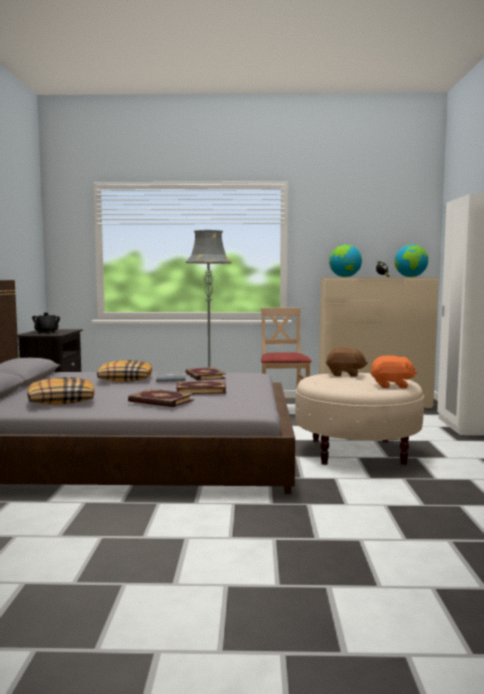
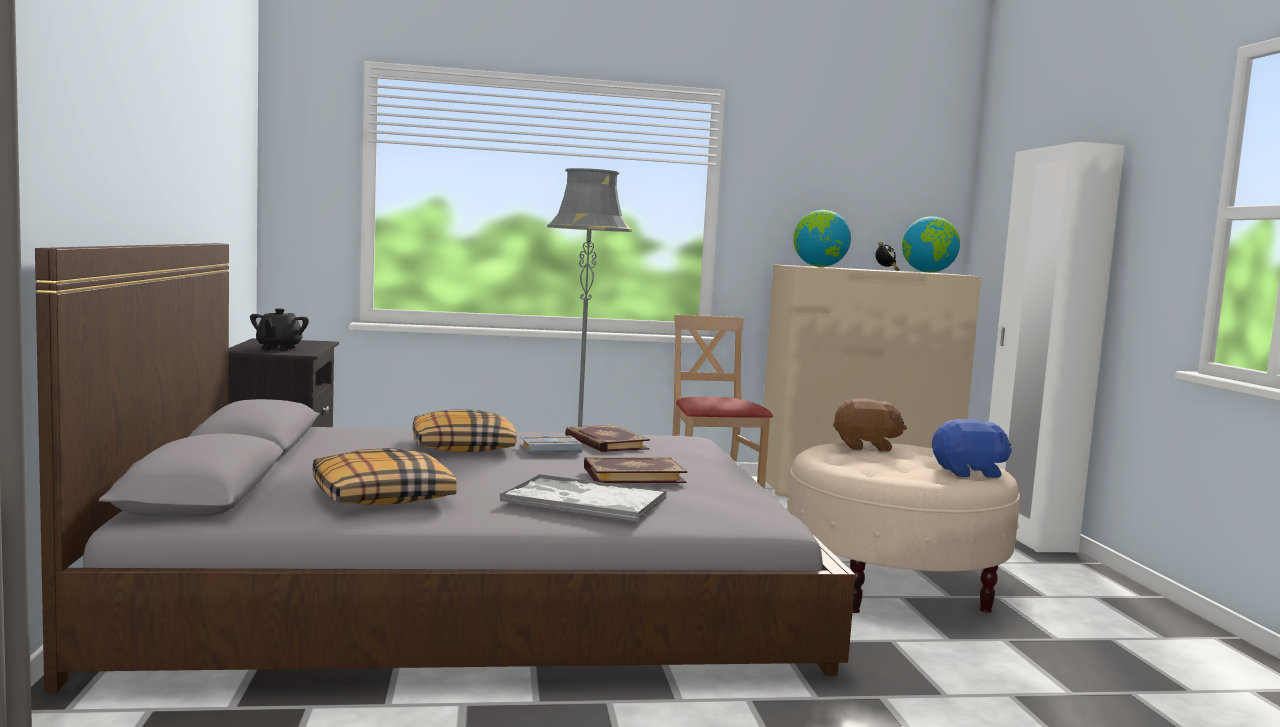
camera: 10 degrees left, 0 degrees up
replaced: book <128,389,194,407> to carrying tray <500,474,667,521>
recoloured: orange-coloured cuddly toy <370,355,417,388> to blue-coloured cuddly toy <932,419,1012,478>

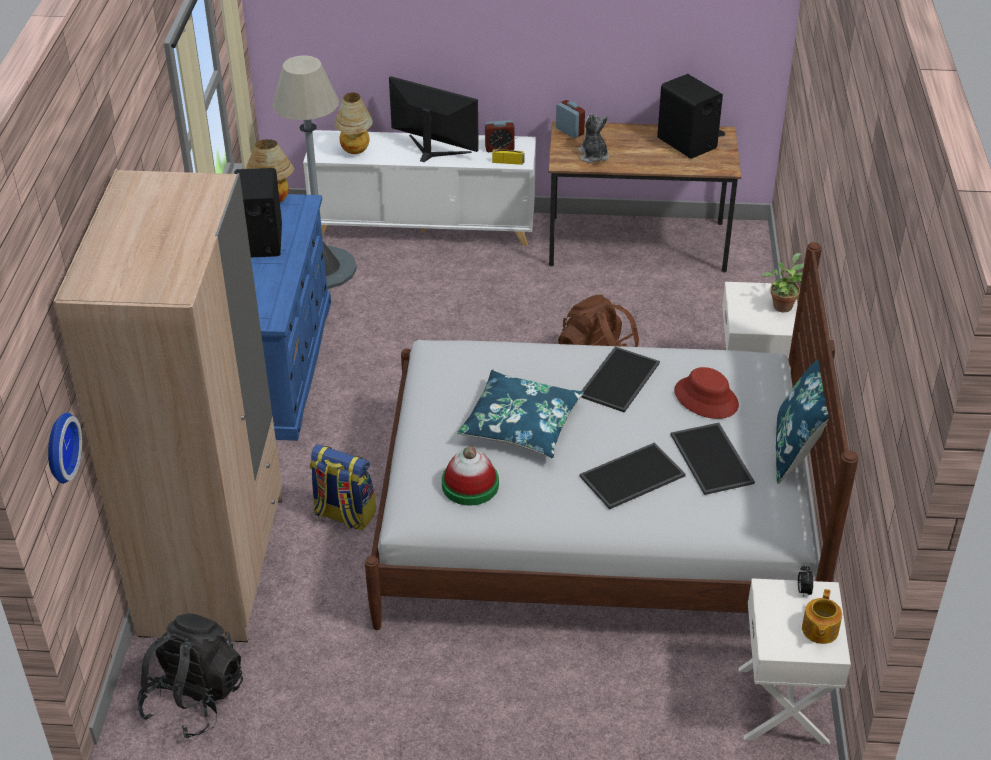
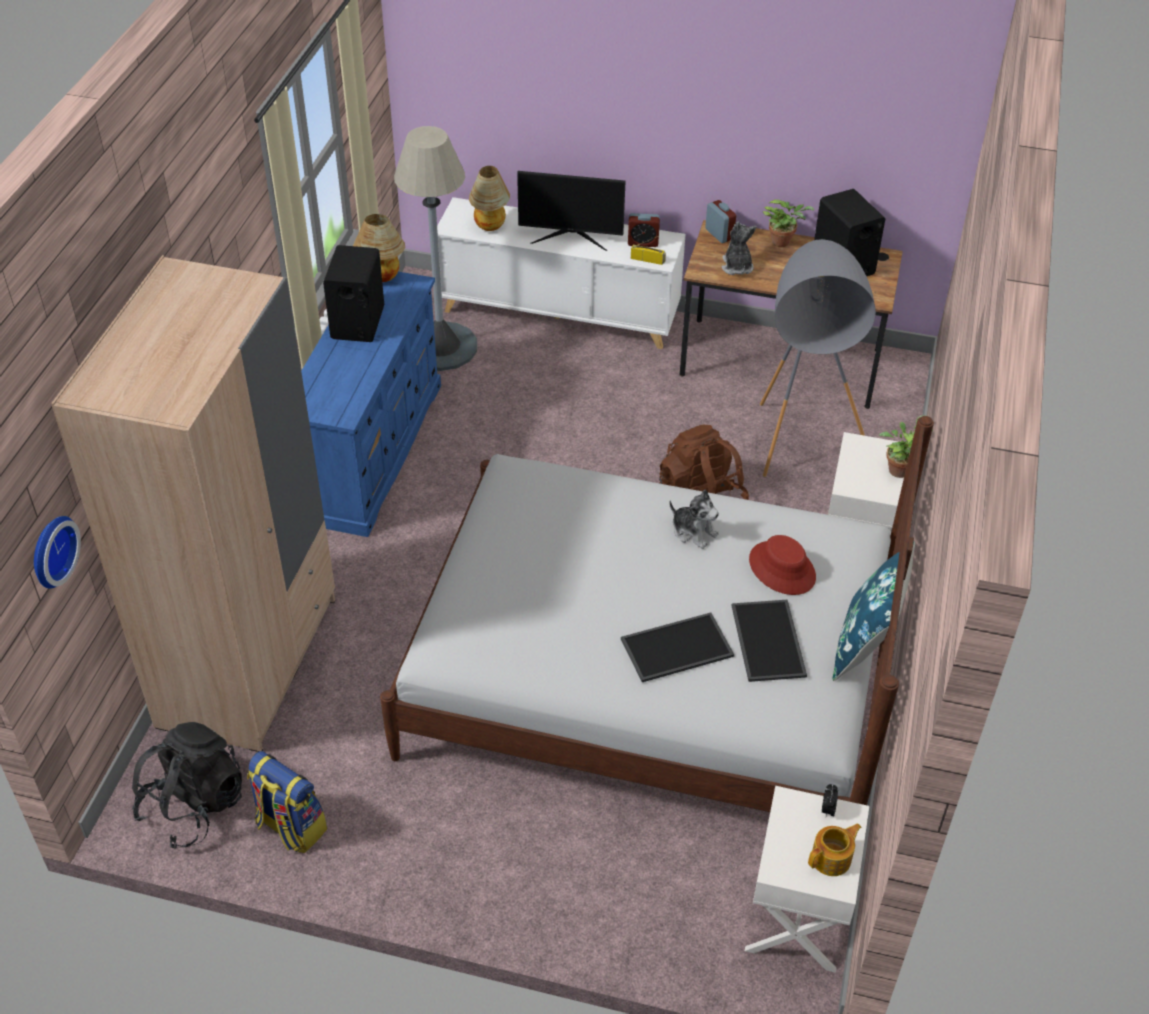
camera: 10 degrees right, 5 degrees up
removed: hat <442,446,499,506>; blue-coloured pillow <457,370,584,458>
added: gray standing lamp <760,239,876,477>; potted plant <763,199,815,247>
moved: knapsack <310,444,376,530> to <247,751,327,853>
replaced: carrying tray <581,347,660,413> to cuddly toy <669,490,719,549>
turned: monitor <389,76,479,162> = <517,171,626,251> 150 degrees clockwise; teapot <802,589,842,644> = <808,823,861,876> 150 degrees counterclockwise

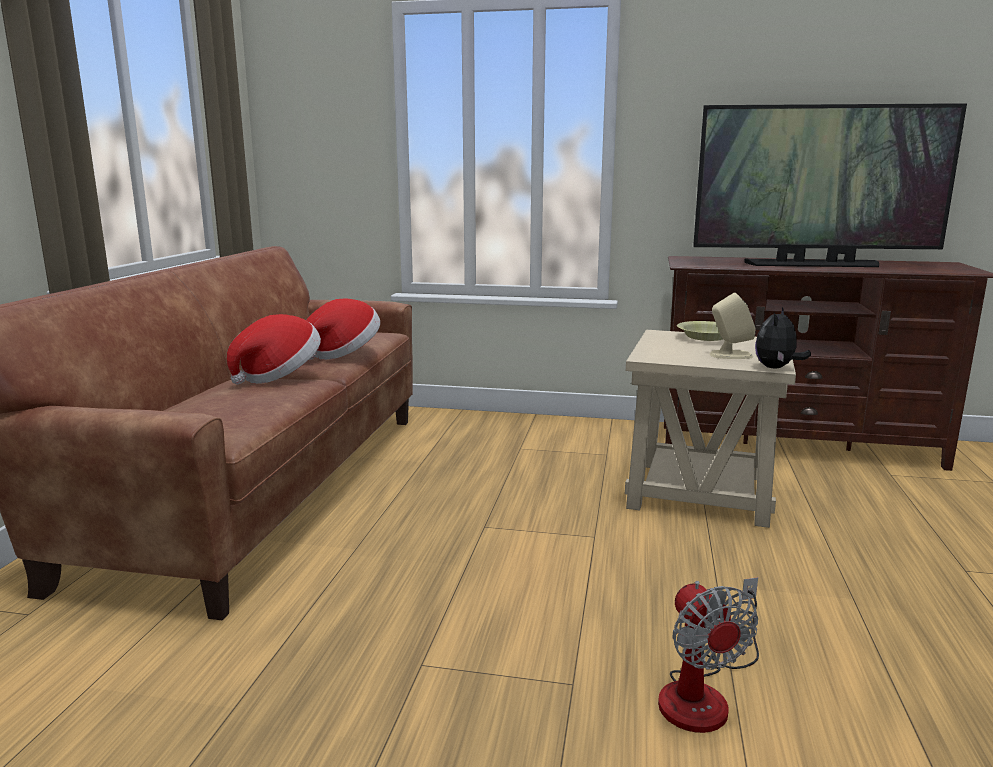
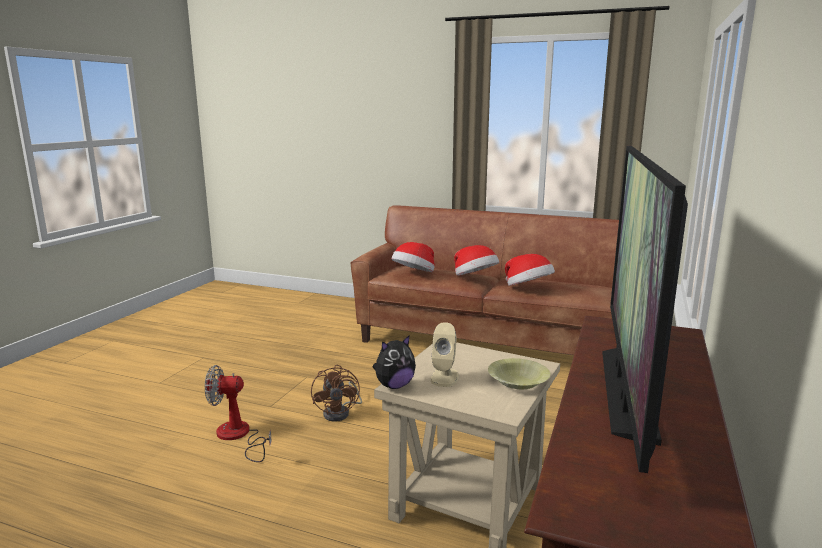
camera: 100 degrees right, 0 degrees up
added: brown-coloured electric fan <311,365,362,422>; hat <392,242,435,272>
turned: cuddly toy <755,307,811,368> = <372,335,416,389> 105 degrees clockwise

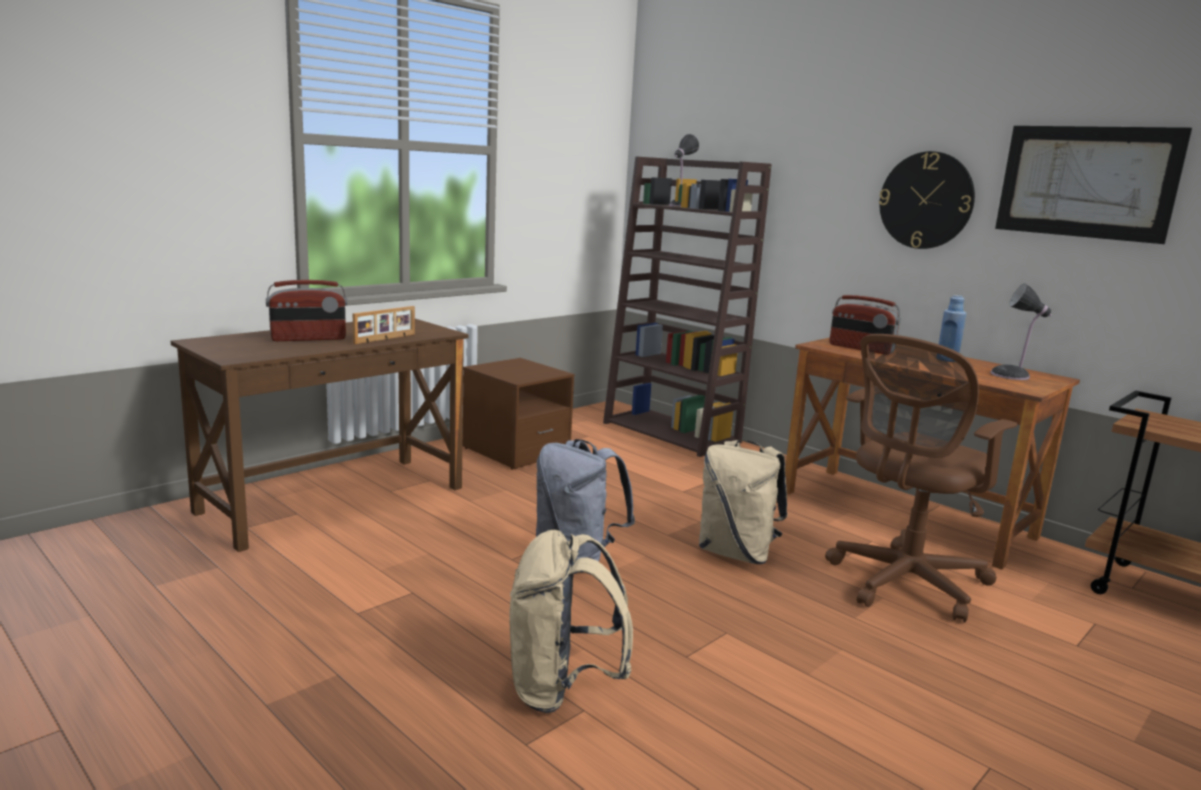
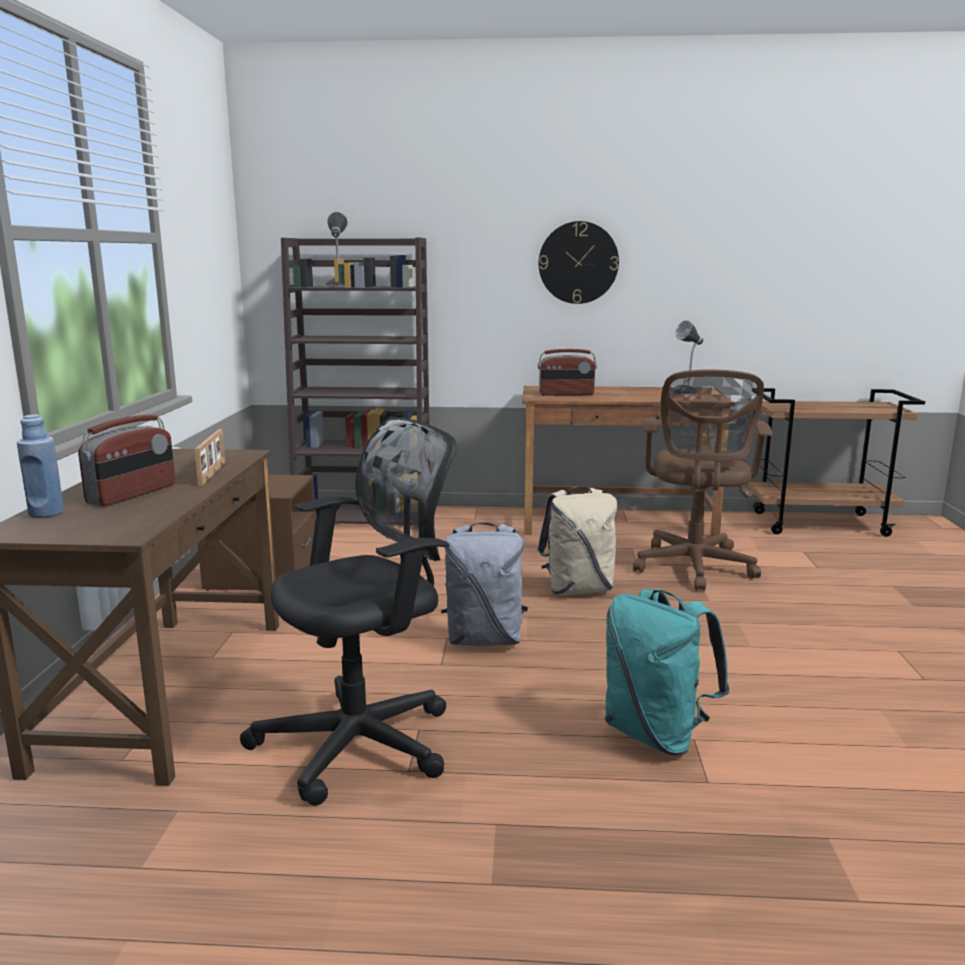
camera: 40 degrees left, 0 degrees up
removed: wall picture <995,126,1192,244>
added: black office chair <240,417,457,806>
moved: blue-coloured drink bottle <939,295,967,362> to <17,414,64,518>
recoloured: beige-coloured knapsack <509,530,633,713> to blue-green knapsack <605,589,730,755>

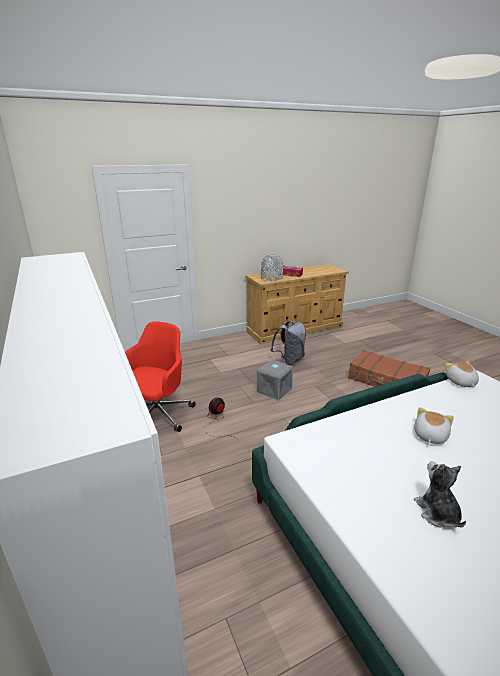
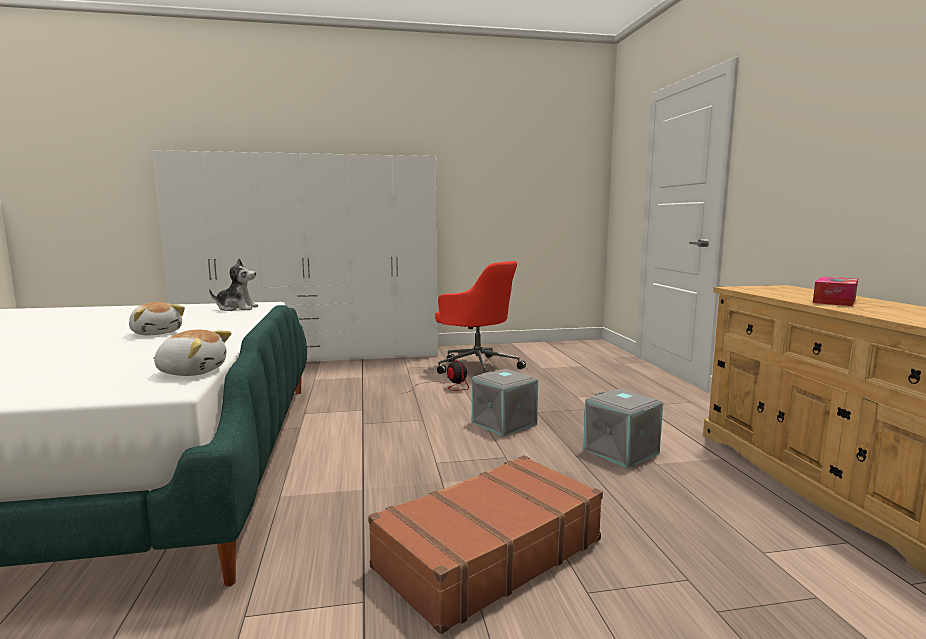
camera: 105 degrees right, 15 degrees down
removed: gray decorative vase <261,254,283,281>
moved: cuddly toy <414,461,466,528> to <209,258,258,311>
replaced: gray knapsack <270,321,306,365> to gray storage bin <583,388,663,468>

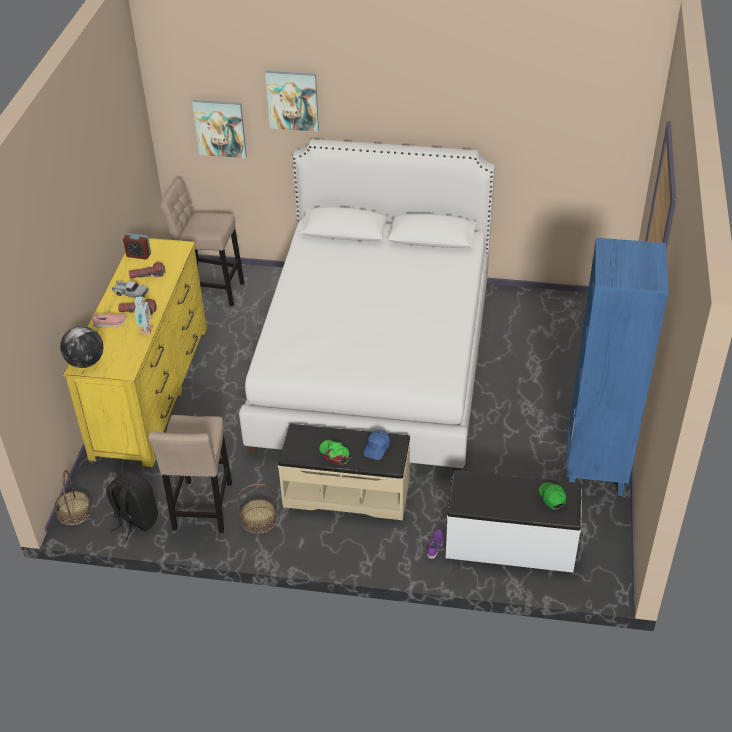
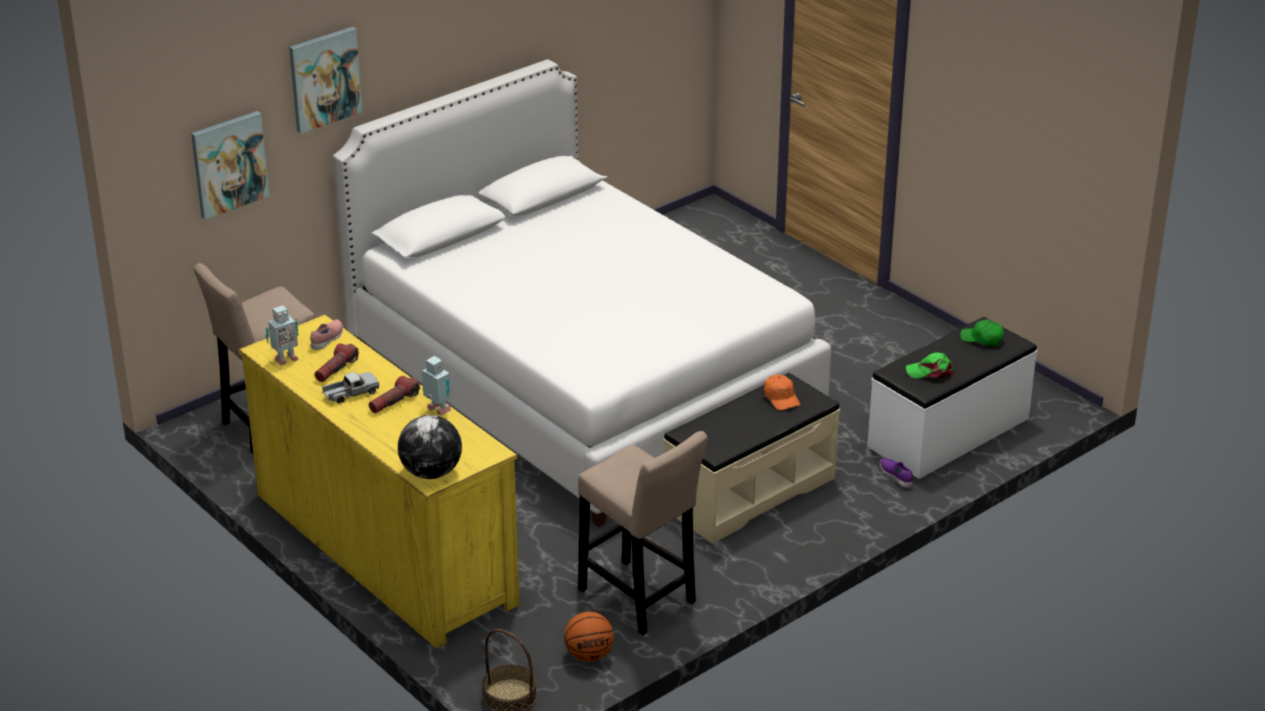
camera: 50 degrees left, 10 degrees down
removed: household basket <237,483,277,534>; blue-coloured bookshelf <566,238,669,496>
moved: pink-coloured low shoe <92,313,126,328> to <310,320,343,350>; greenish baseball cap <319,440,352,465> to <906,352,955,379>
replaced: table clock <123,233,151,260> to model robot <266,305,299,366>; black knapsack <106,471,158,540> to basketball ball <564,612,614,662>
recoloured: blue-coloured baseball cap <363,430,390,460> to orange-coloured baseball cap <764,375,800,410>

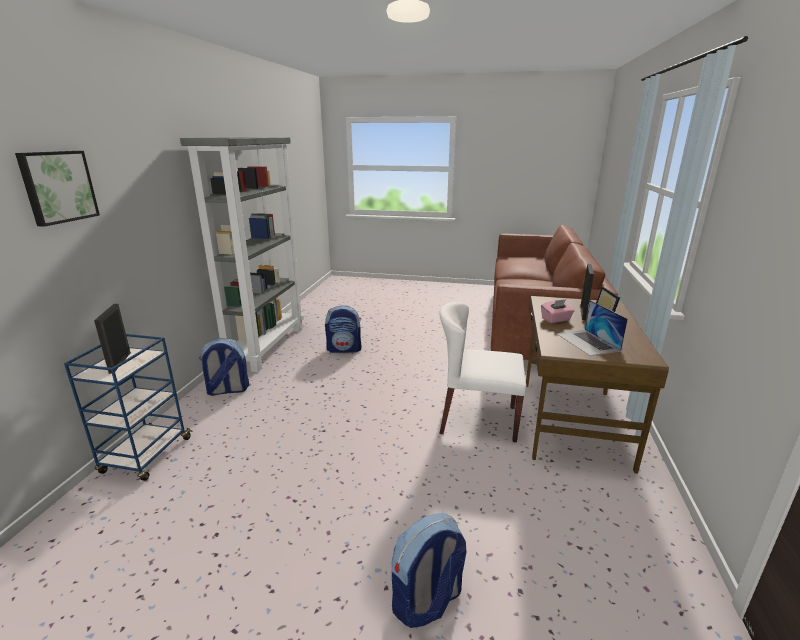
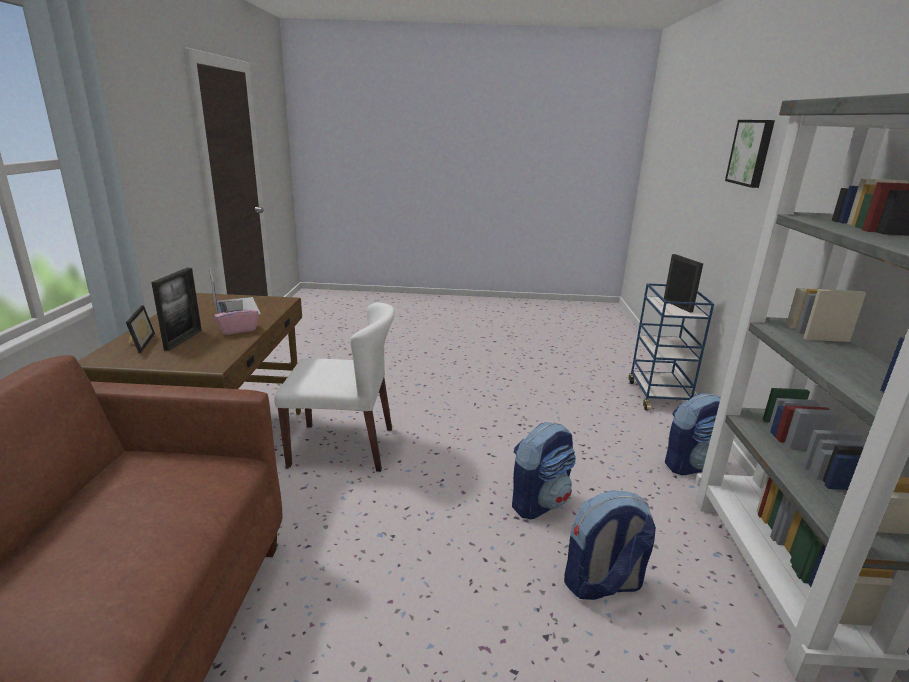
camera: 170 degrees right, 0 degrees up
moved: knapsack <392,513,467,628> to <512,422,576,519>

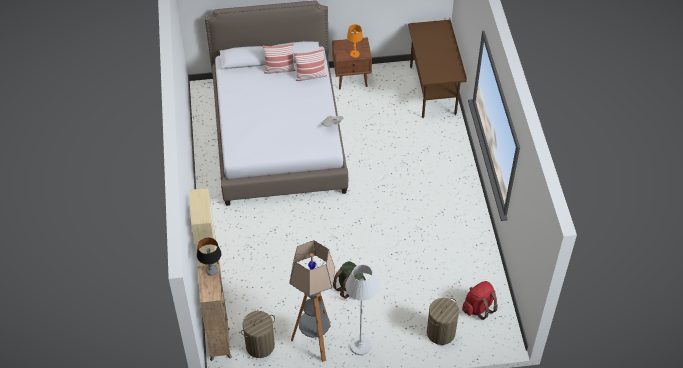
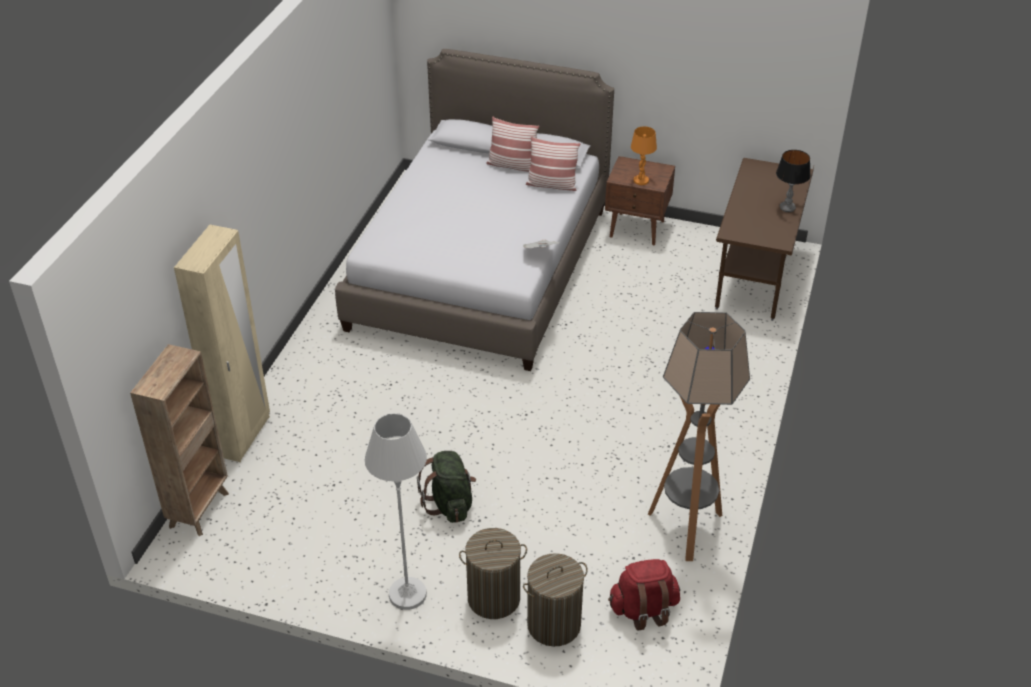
camera: 25 degrees right, 10 degrees down
moved: hamper <241,311,275,358> to <459,528,527,619>; standing lamp <289,240,335,362> to <648,312,750,561>; tabletop lamp <197,238,222,276> to <776,150,810,212>

